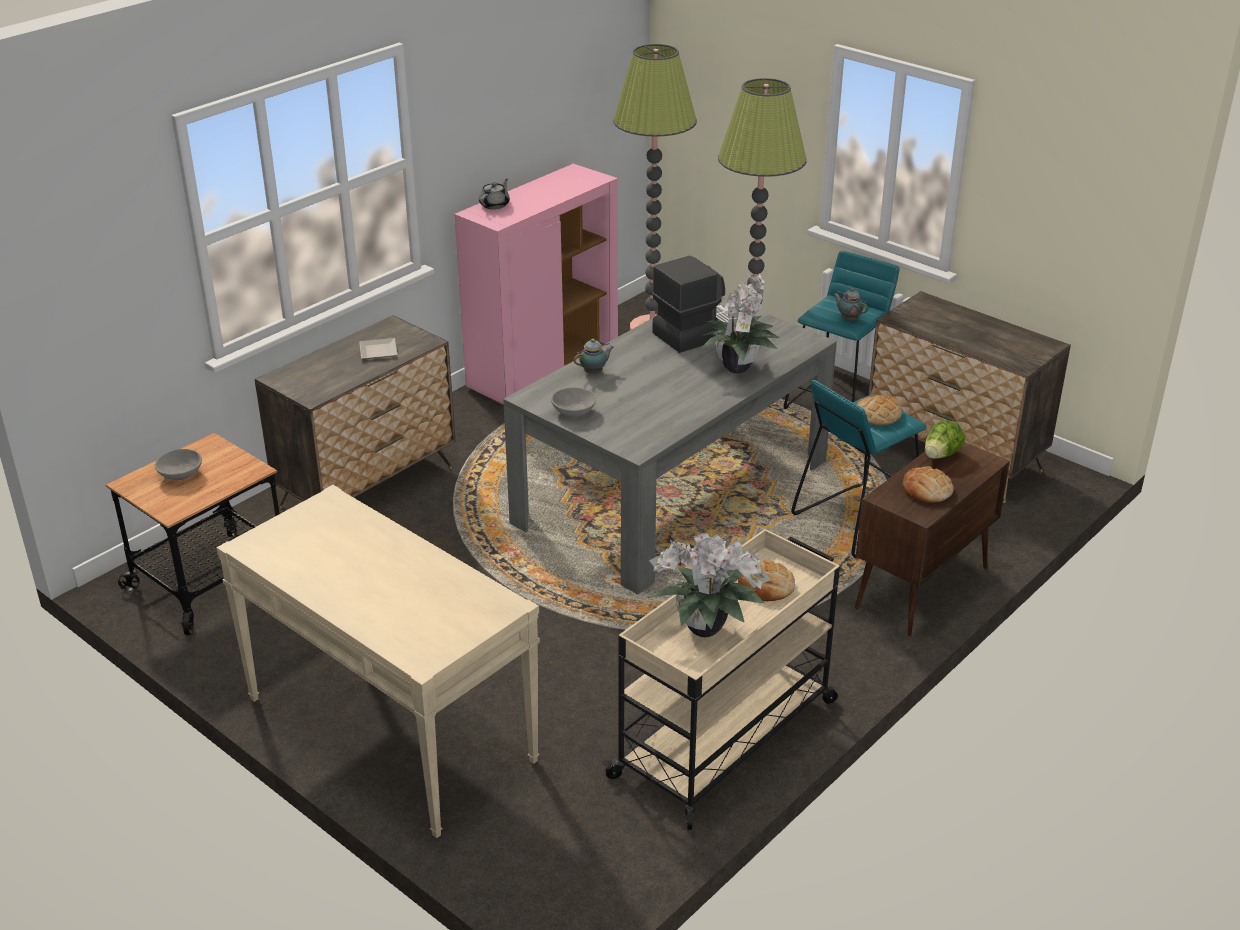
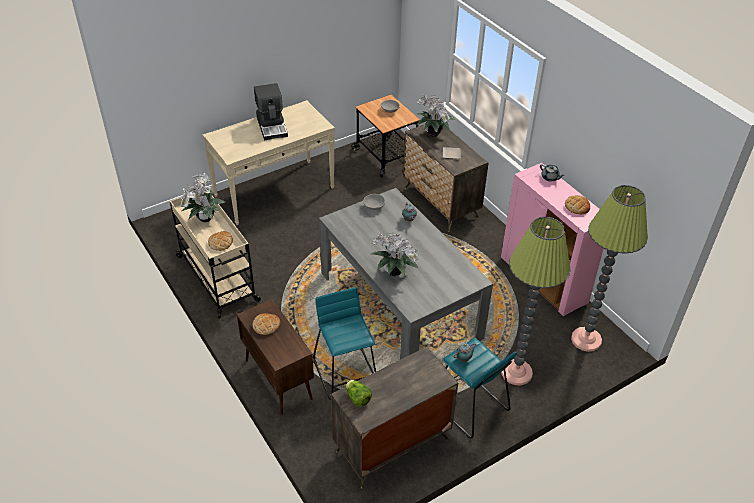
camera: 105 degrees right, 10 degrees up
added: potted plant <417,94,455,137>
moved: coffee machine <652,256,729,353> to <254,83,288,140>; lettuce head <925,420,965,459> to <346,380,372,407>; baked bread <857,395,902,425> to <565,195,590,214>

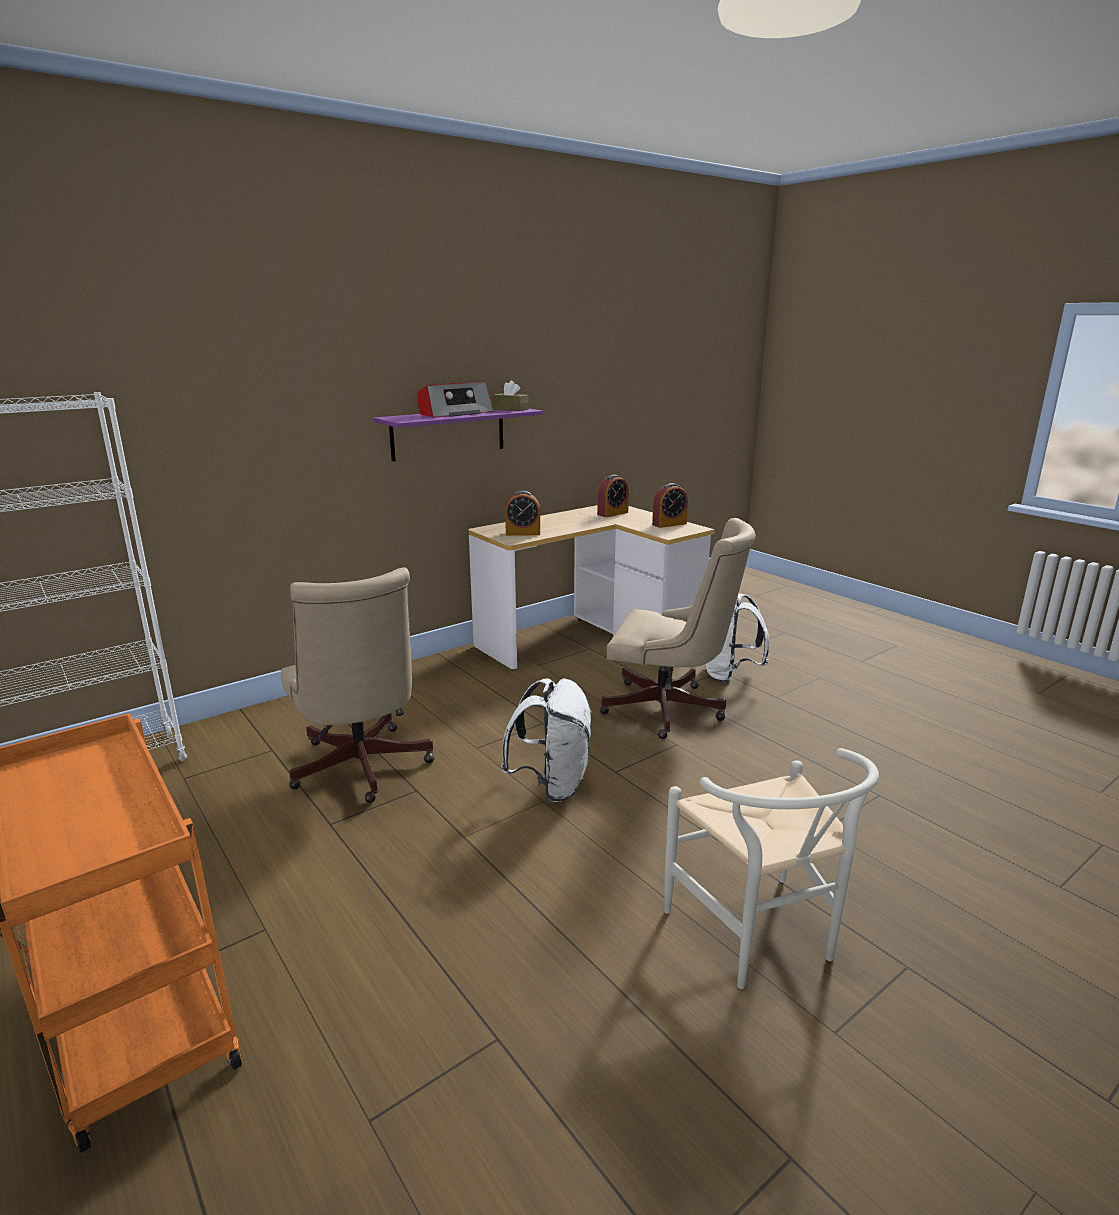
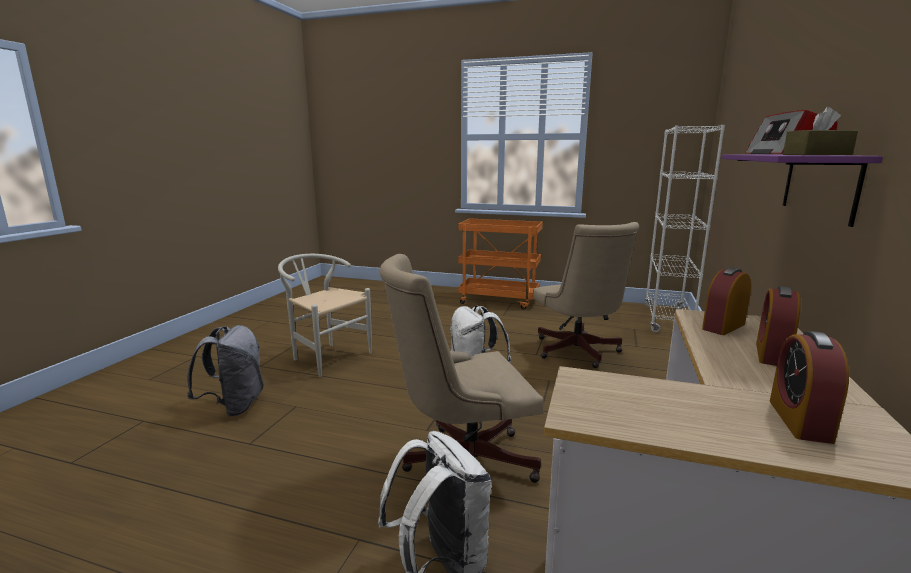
camera: 145 degrees right, 5 degrees down
added: gray knapsack <187,325,264,417>
moved: table clock <652,483,688,528> to <756,286,801,366>
turned: beige-coloured office chair <281,567,435,803> = <533,222,639,368> 135 degrees counterclockwise

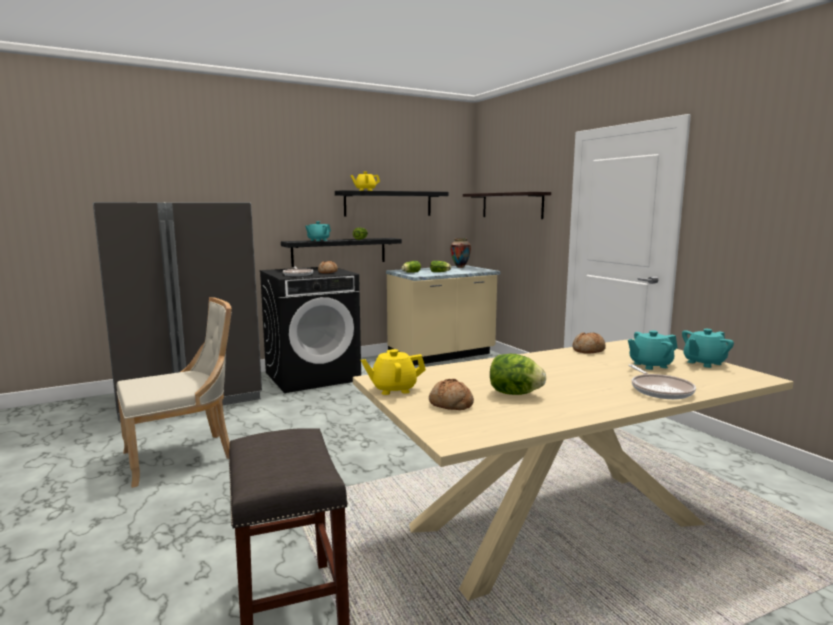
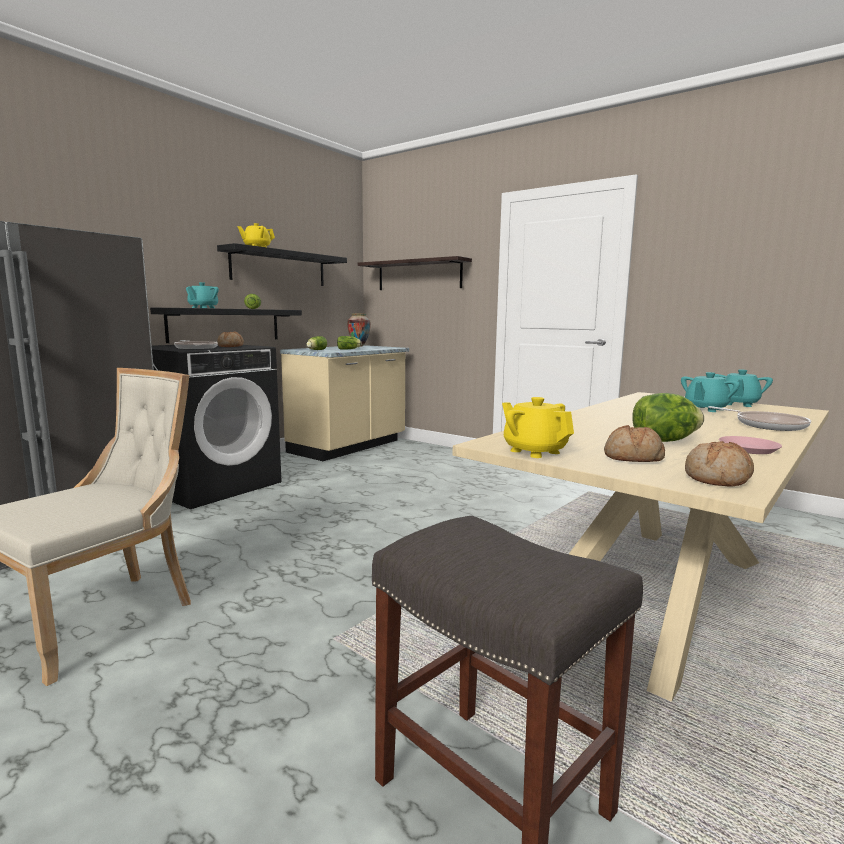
camera: 25 degrees left, 0 degrees up
added: pink-coloured flat dish <719,436,782,454>
moved: baked bread <573,333,606,354> to <685,441,754,487>
turned: yellow-coloured teapot <361,349,426,395> = <502,397,574,458> 90 degrees clockwise

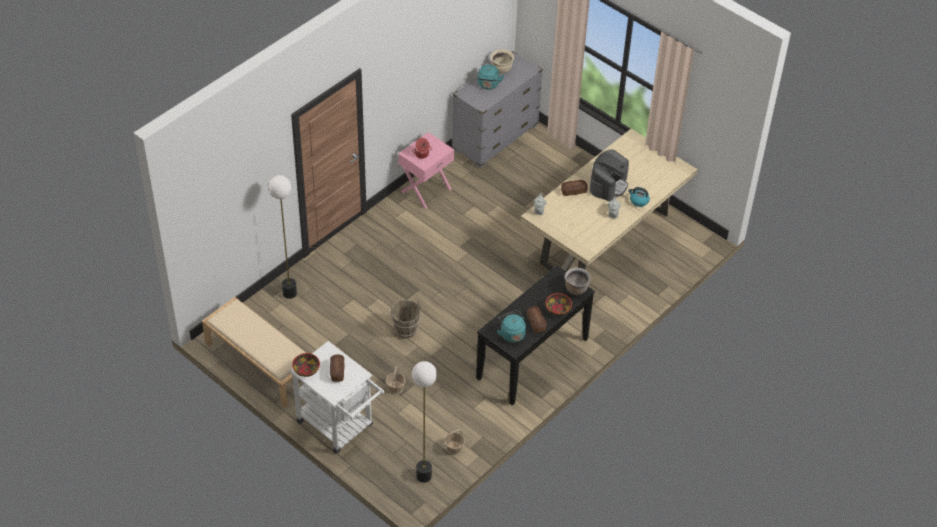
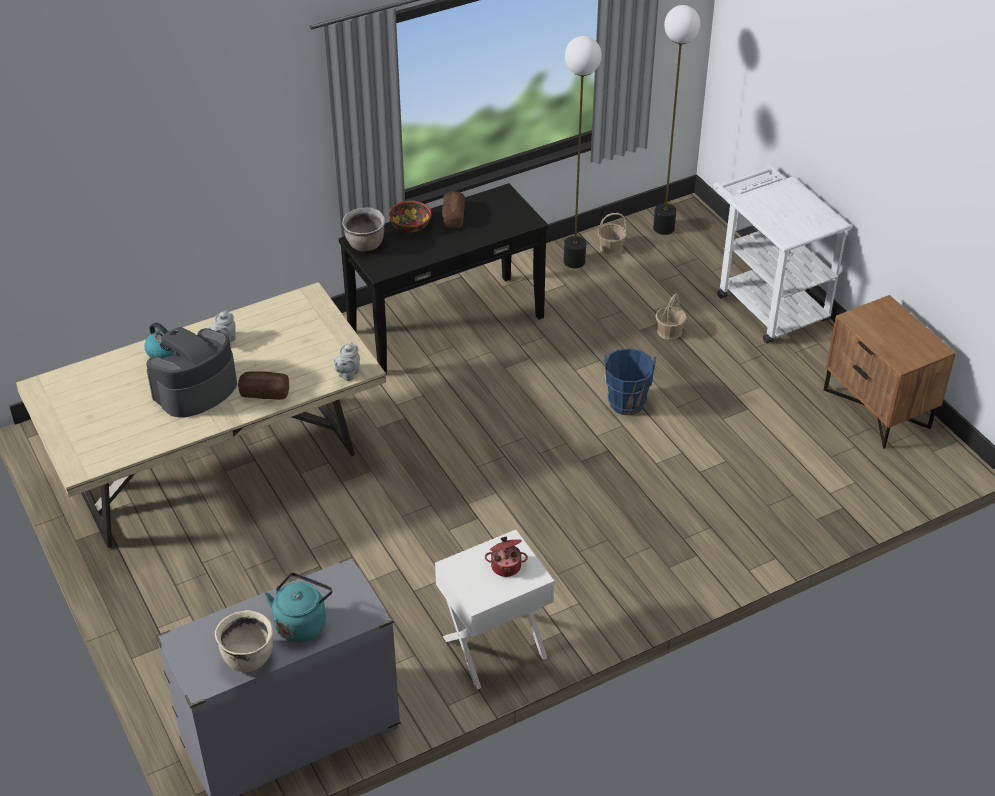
camera: 160 degrees left, 5 degrees down
removed: serving bowl <292,353,320,377>; baked bread <330,355,344,382>; blue-green tea kettle <497,310,526,343>
moved: standing lamp <268,175,297,299> to <564,36,602,268>
replaced: beige-coloured long seat <202,297,306,408> to brown-coloured nightstand <824,295,956,449>
recoloured: pink-coloured nightstand <398,132,454,209> to whitish nightstand <435,530,554,690>; brown-coloured bucket <391,300,421,338> to blue-coloured bucket <604,348,656,415>

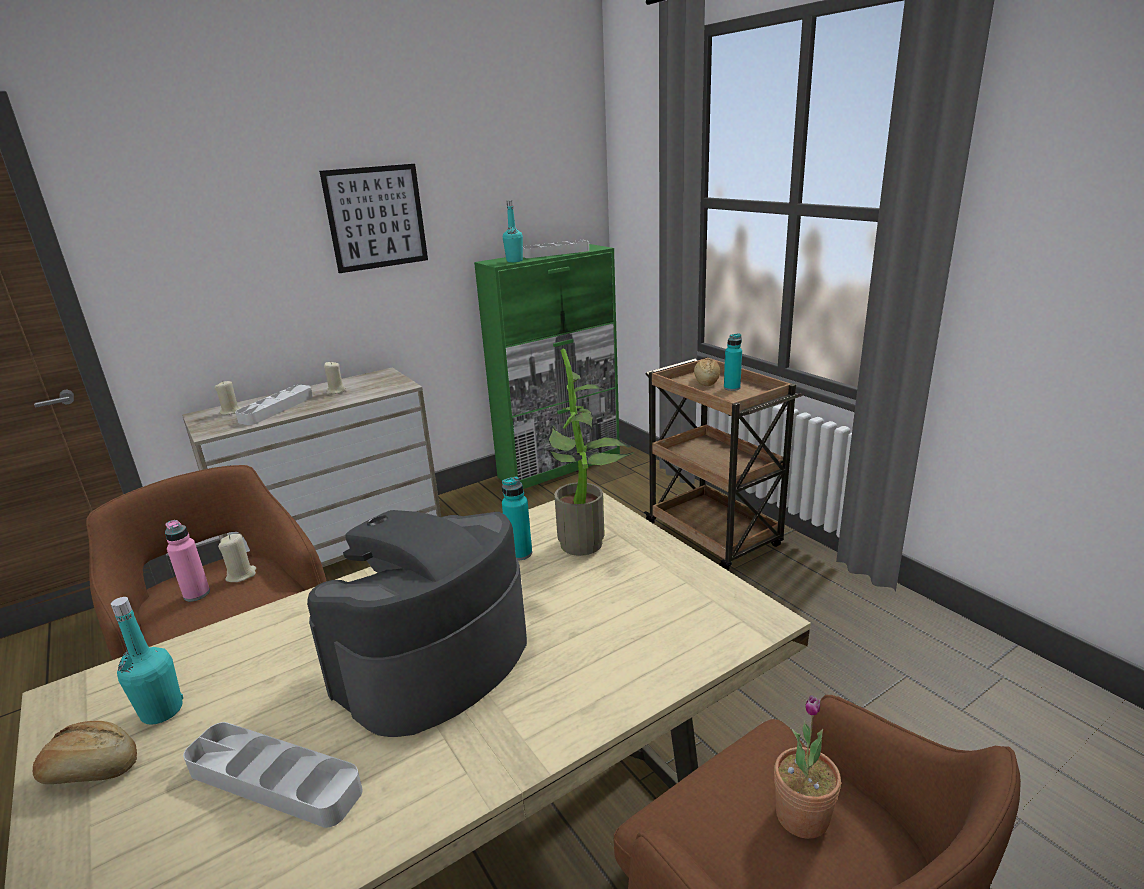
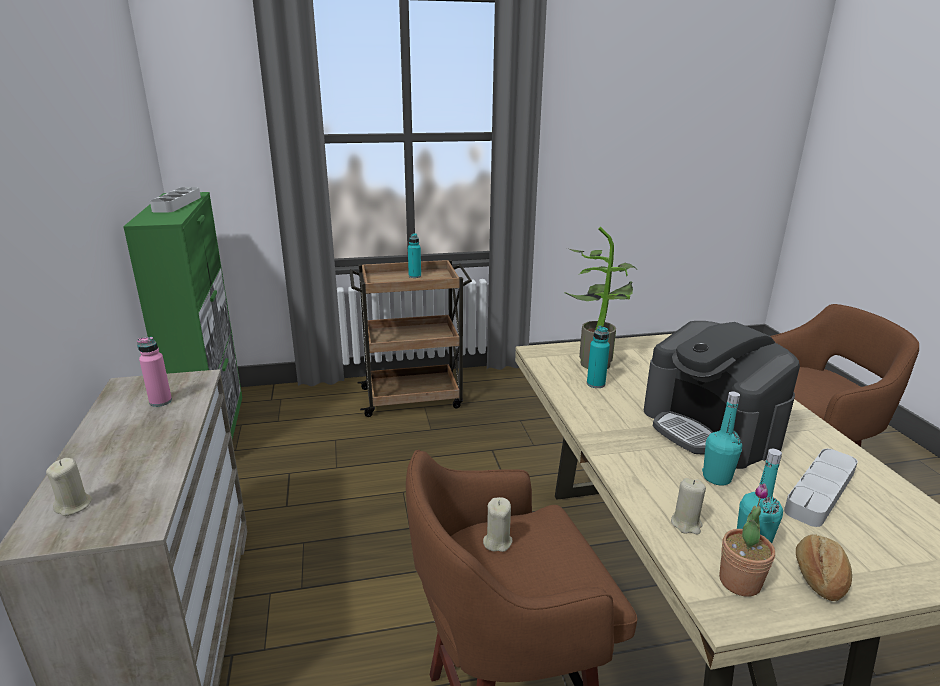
camera: 70 degrees left, 0 degrees up
removed: gray carrying tray <235,385,313,425>; wall picture <319,164,428,273>; baked bread <694,359,720,386>
moved: pink-coloured drink bottle <165,520,210,601> to <137,337,172,407>; beige-coloured candle <324,361,346,394> to <671,478,706,535>; blue-green drink bottle <503,200,523,262> to <702,391,742,485>; potted plant <774,695,841,839> to <719,483,775,596>

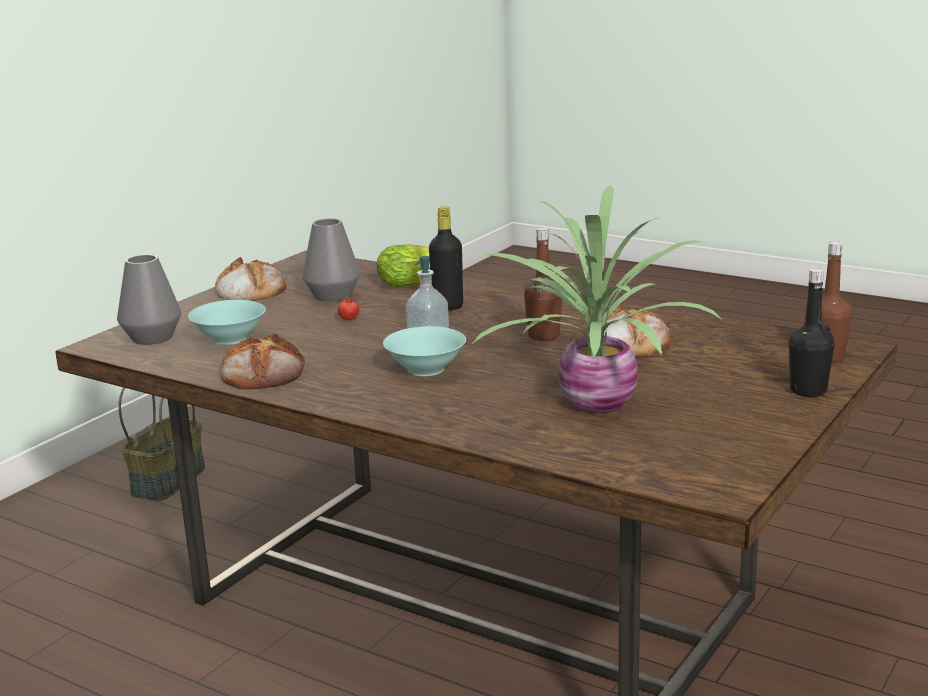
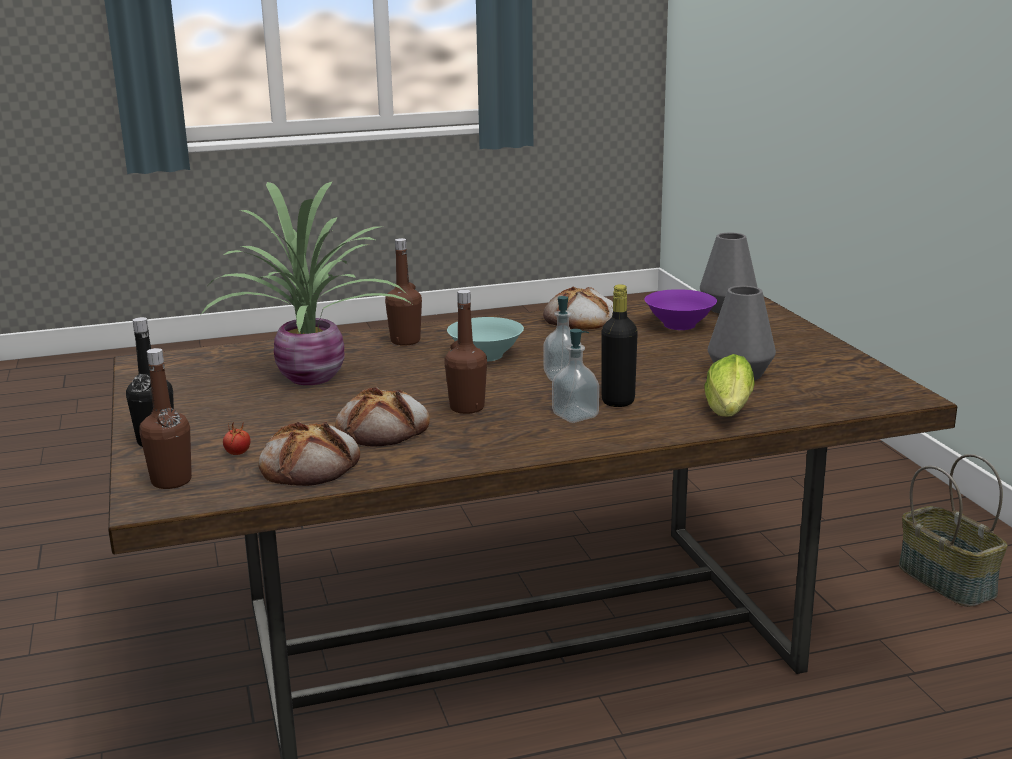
camera: 130 degrees right, 0 degrees up
added: brown-coloured drink bottle <385,238,422,346>; liquid soap bottle <552,329,599,423>
moved: fresh tomato <338,295,359,320> to <223,421,250,455>; baked bread <215,257,287,301> to <258,421,360,486>
recoloured: blue-green serving bowl <188,300,266,345> to purple serving bowl <644,289,717,330>

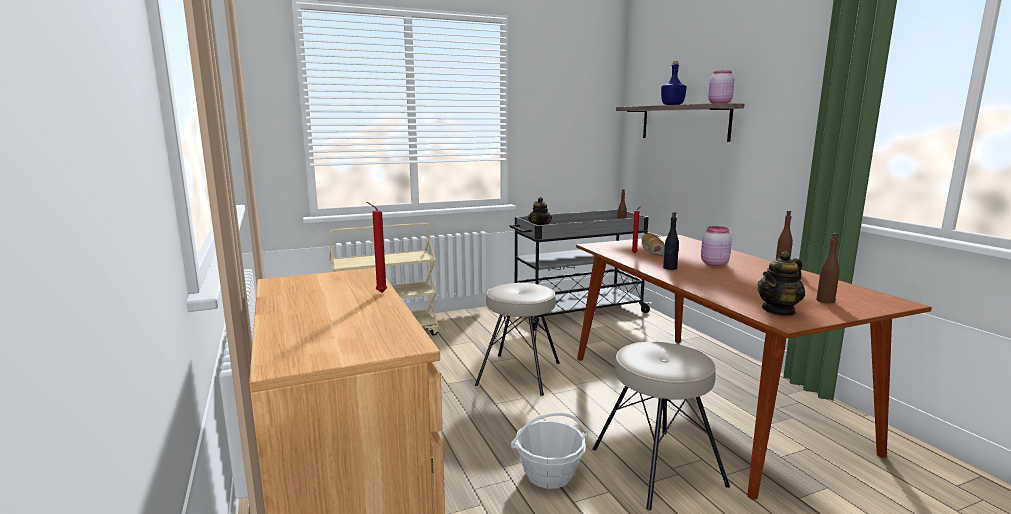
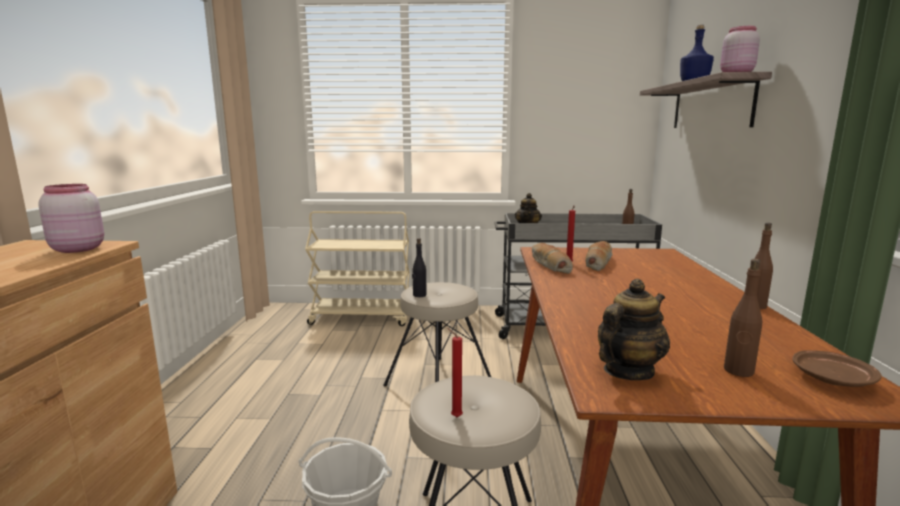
camera: 25 degrees right, 0 degrees up
added: baked bread <532,243,573,274>; brown-coloured flat dish <792,350,882,387>
moved: pink-coloured preserve jar <701,226,732,266> to <38,184,104,253>; black drink bottle <663,212,679,270> to <412,238,427,297>; red-coloured candle <367,202,387,293> to <448,328,463,417>
turned: teapot <757,251,805,316> = <598,279,670,380> 150 degrees clockwise

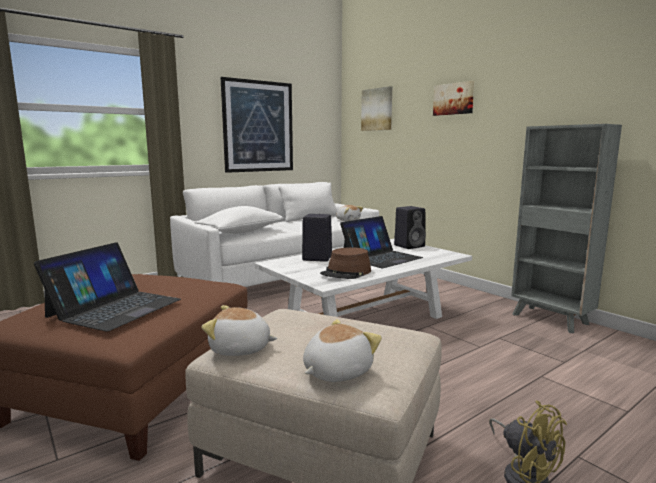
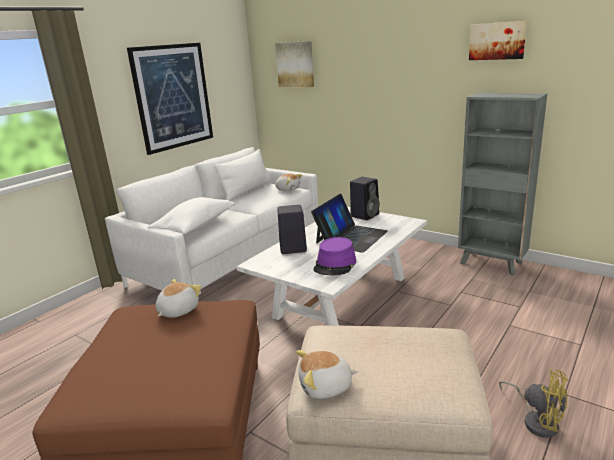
camera: 15 degrees left, 10 degrees up
removed: laptop <34,242,181,332>
moved: cuddly toy <303,319,382,382> to <156,279,201,318>; wall picture <433,81,474,116> to <469,21,527,60>
recoloured: brown-coloured hat <320,247,371,279> to purple hat <313,237,356,275>

